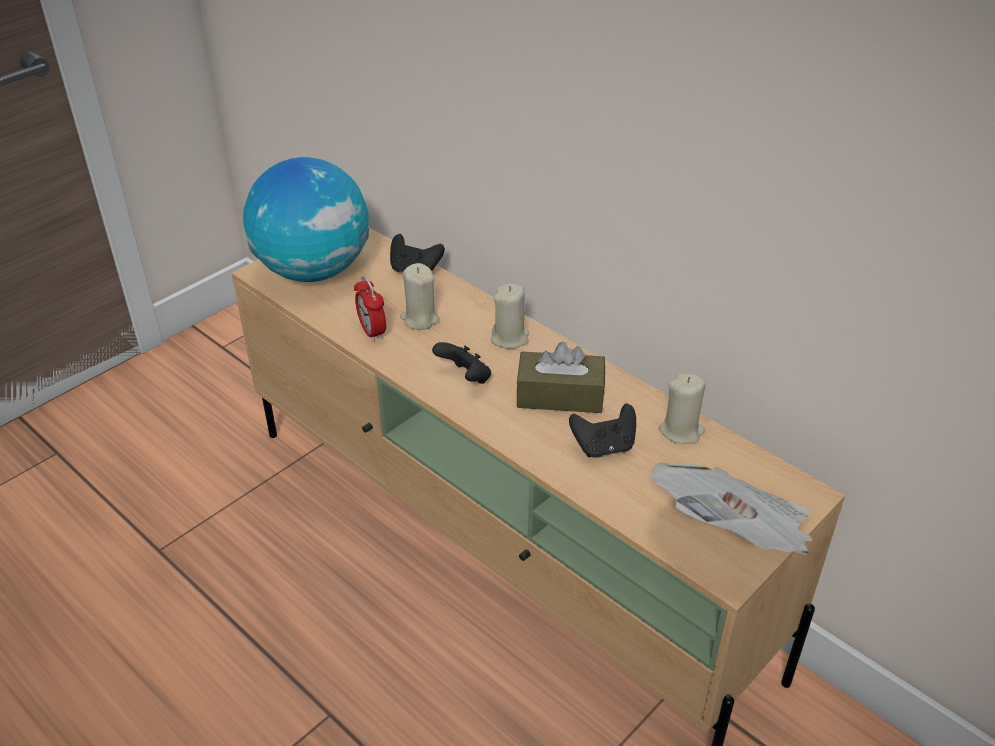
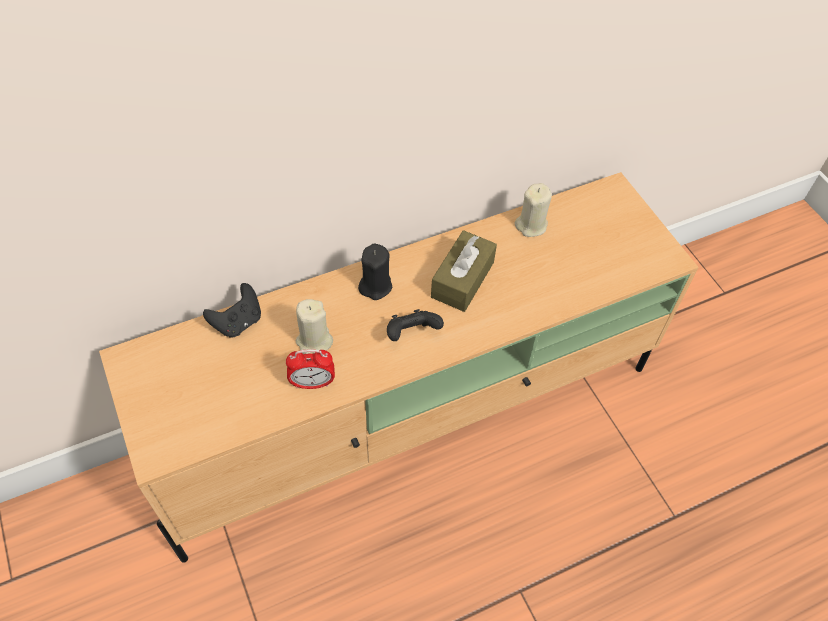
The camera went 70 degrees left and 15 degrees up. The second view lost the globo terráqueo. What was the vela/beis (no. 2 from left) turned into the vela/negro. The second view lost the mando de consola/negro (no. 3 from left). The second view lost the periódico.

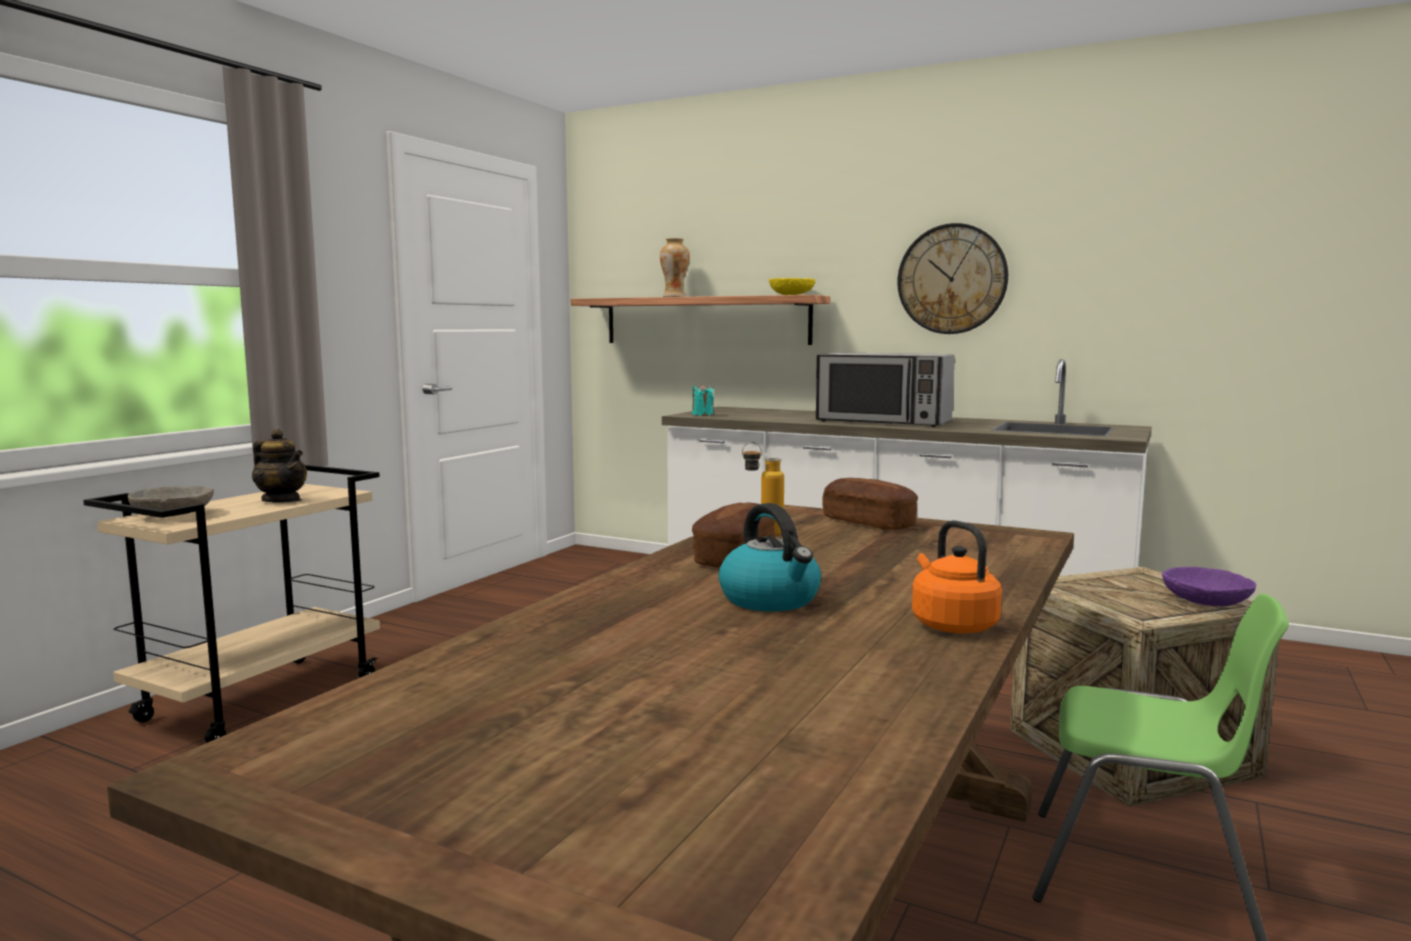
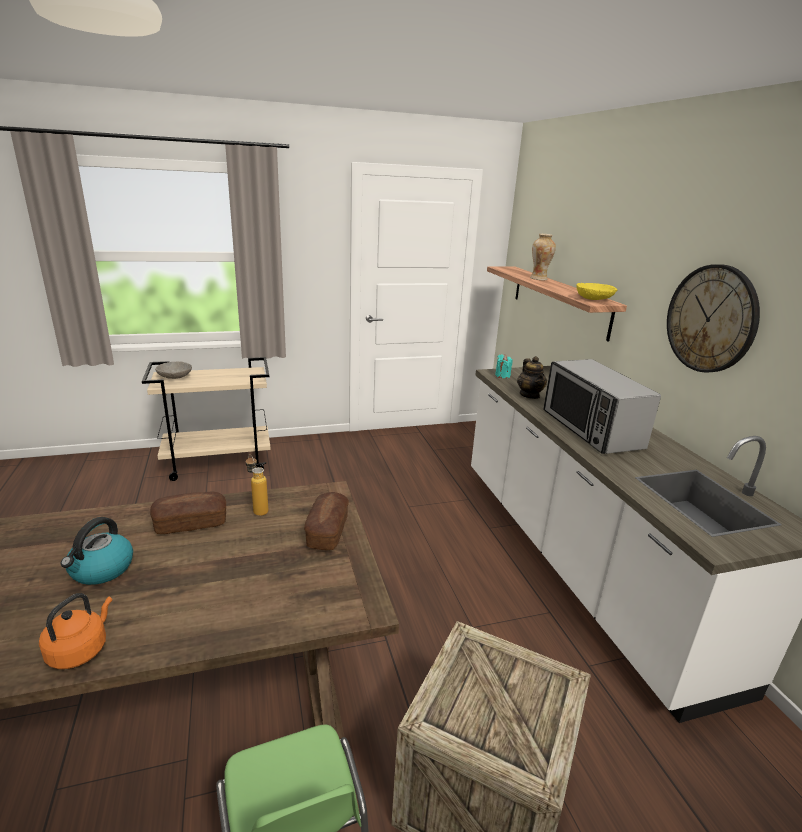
The camera went 45 degrees right and 15 degrees up. The tetera ended up elsewhere. The second view lost the cuenco/morado.

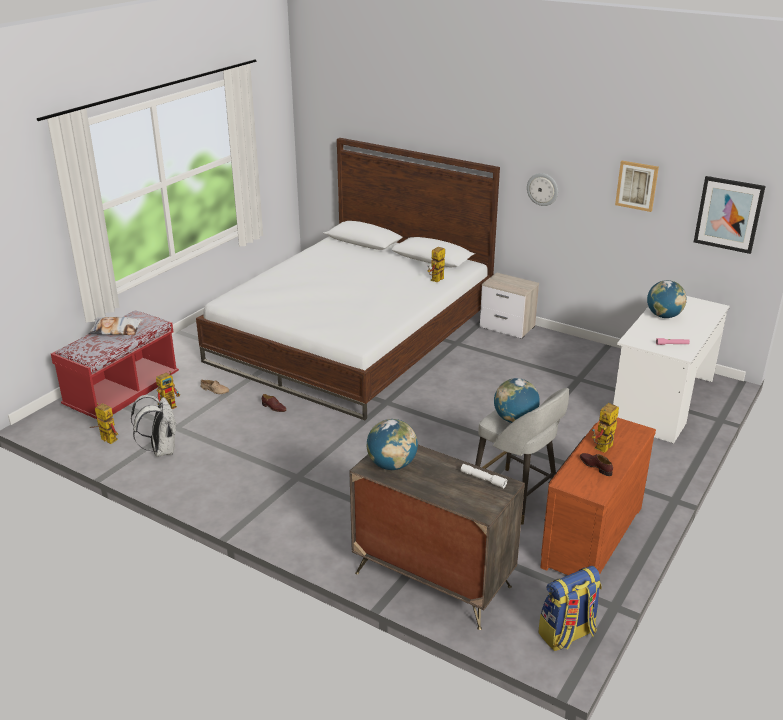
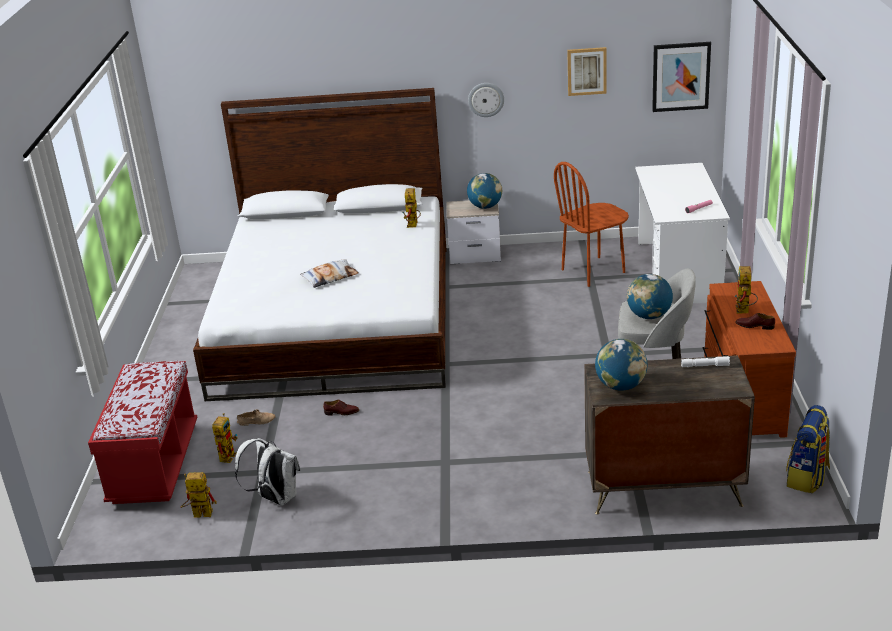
The camera went 30 degrees left and 0 degrees up. The cojín ended up elsewhere. The globo terráqueo (no. 3 from left in the first image) ended up elsewhere. The second view gained the silla/marrón.

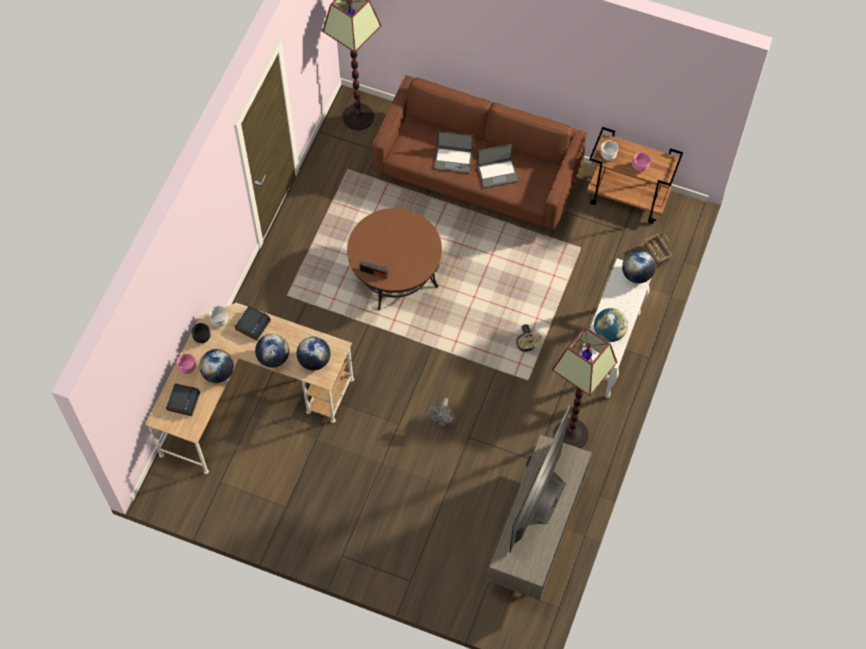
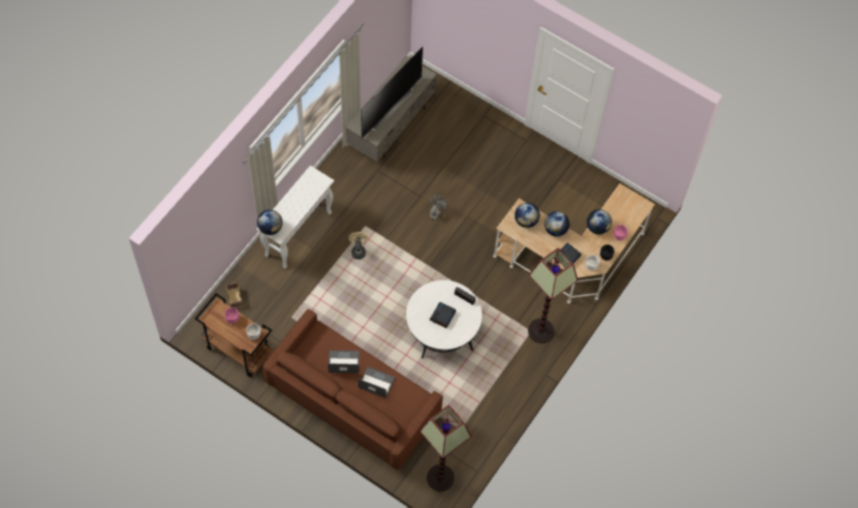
The camera went 170 degrees left and 0 degrees up. The despertador (no. 1 from left) ended up elsewhere. What was the mesa de centro/marrón turned into the mesa de centro/blanco. The lámpara de pie (no. 2 from left) ended up elsewhere. The second view lost the globo terráqueo (no. 4 from left).

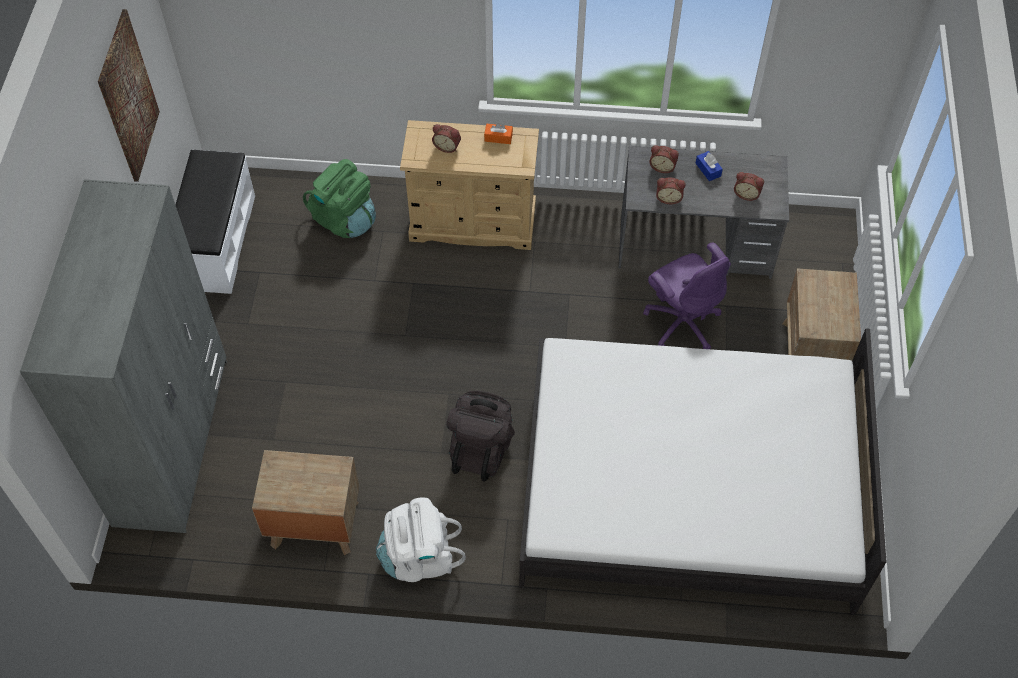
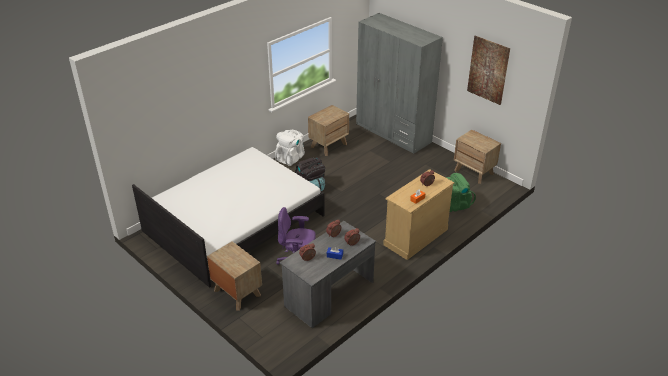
The camera went 130 degrees right and 20 degrees down. Where the banco/blanco stood, the mesita de noche/marrón (no. 3 from left) came to stand.

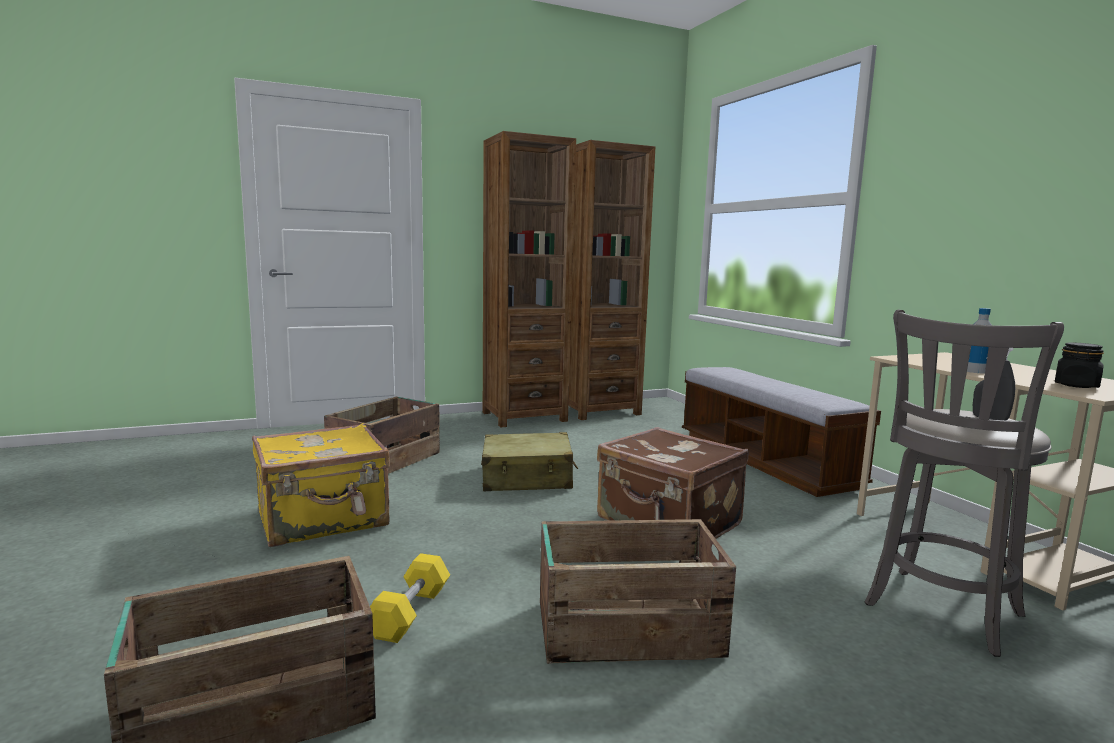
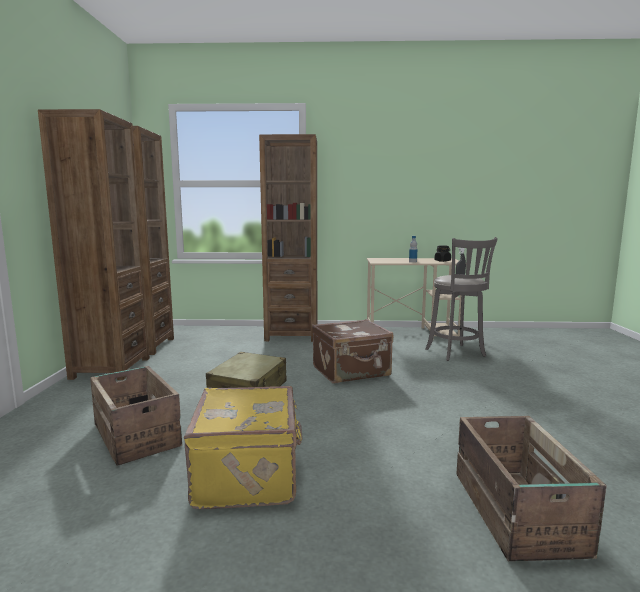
The camera went 65 degrees left and 0 degrees up. The second view lost the mancuerna/amarillo. The second view lost the caja de embalaje (no. 3 from left). Where the banco stood, the estantería/marrón (no. 3 from left) came to stand.

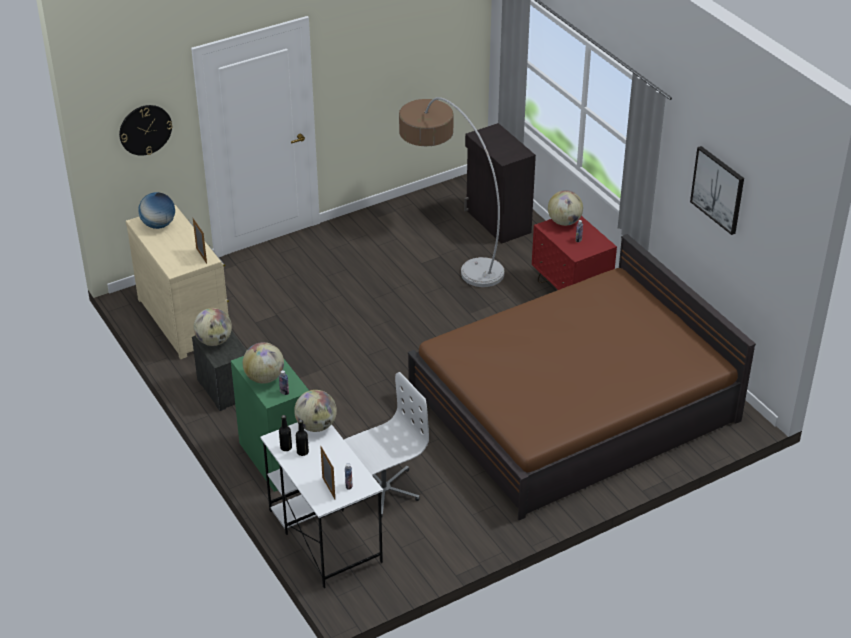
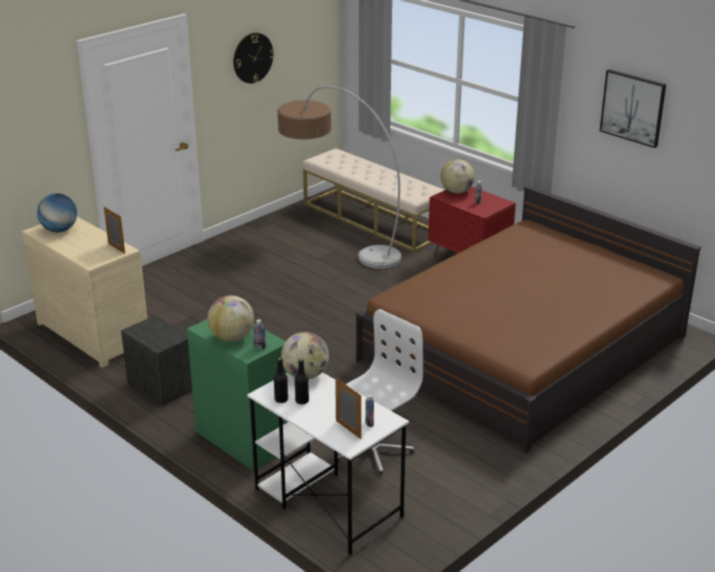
The camera went 15 degrees left and 10 degrees down. The reloj de pared ended up elsewhere. The second view lost the globo terráqueo (no. 2 from left). Where the armario/negro stood, the banco/beis came to stand.

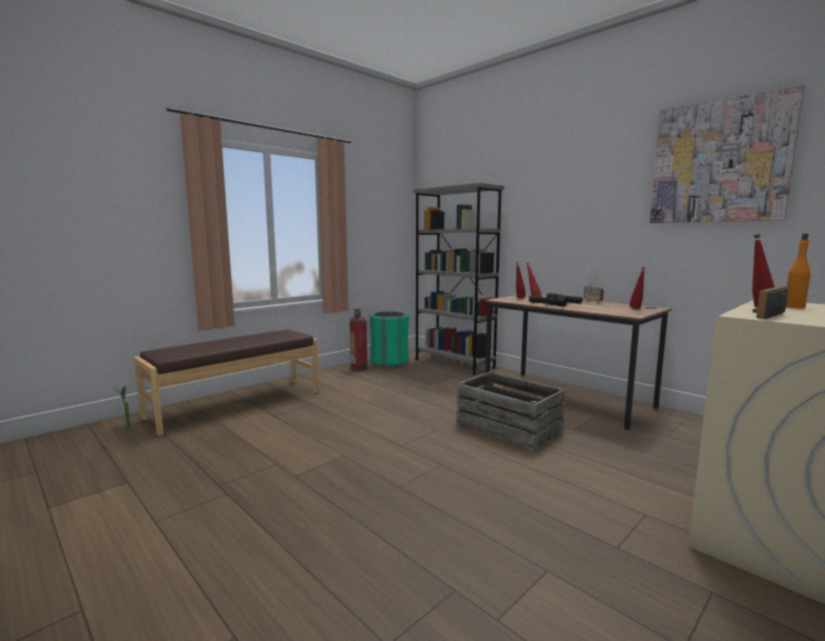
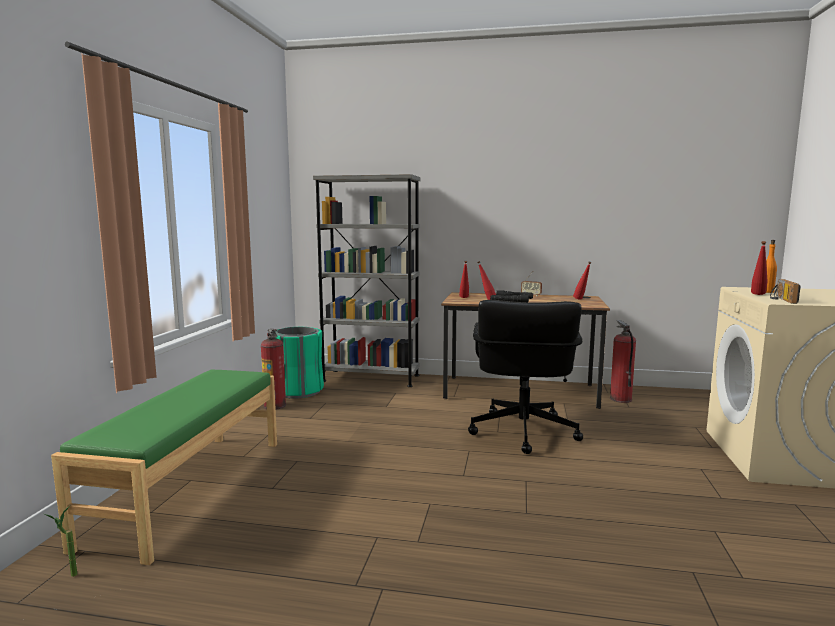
The camera went 35 degrees left and 0 degrees up. What was the banco/marrón turned into the banco/verde. Where the caja de embalaje stood, the silla de oficina/negro came to stand. The second view lost the cuadro. The second view gained the extintor (no. 2 from left).

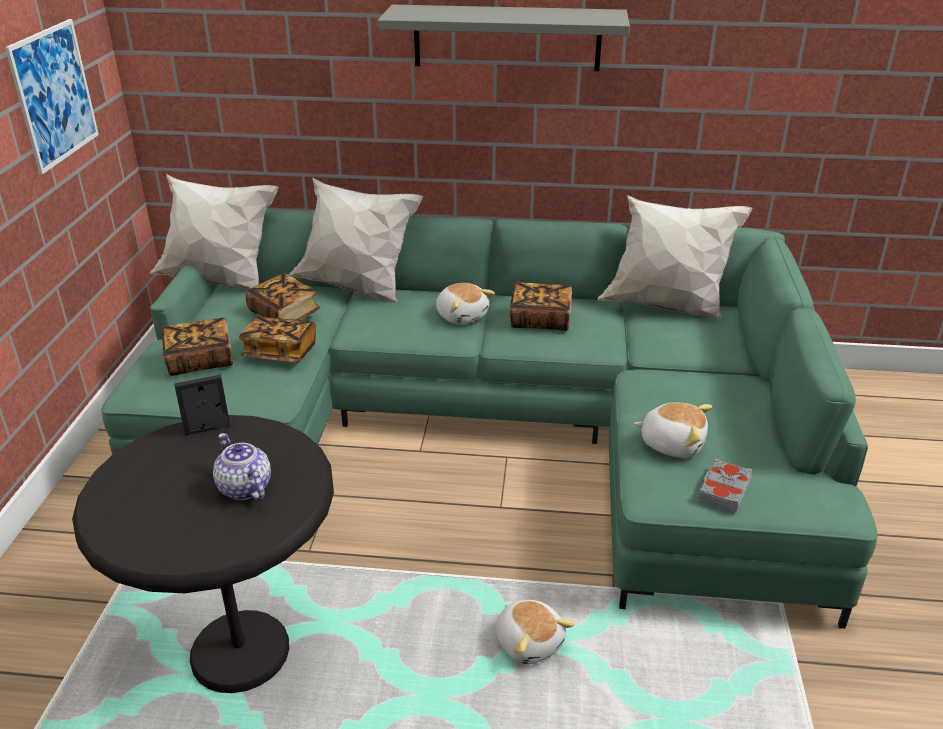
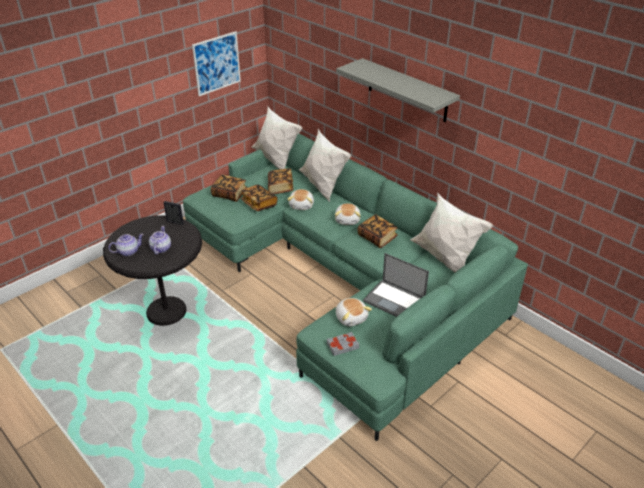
The camera went 40 degrees right and 5 degrees up. The peluche (no. 2 from left in the first image) ended up elsewhere. The second view gained the tetera (no. 1 from left). The second view gained the portátil.

